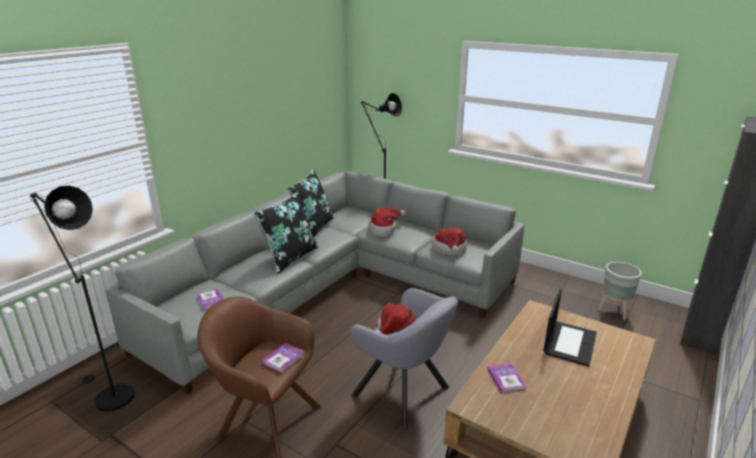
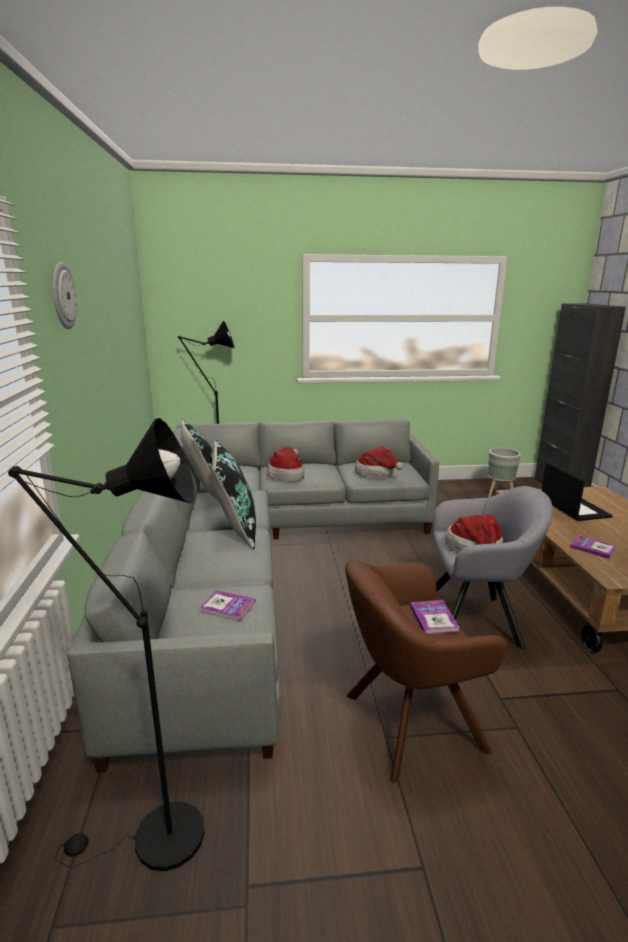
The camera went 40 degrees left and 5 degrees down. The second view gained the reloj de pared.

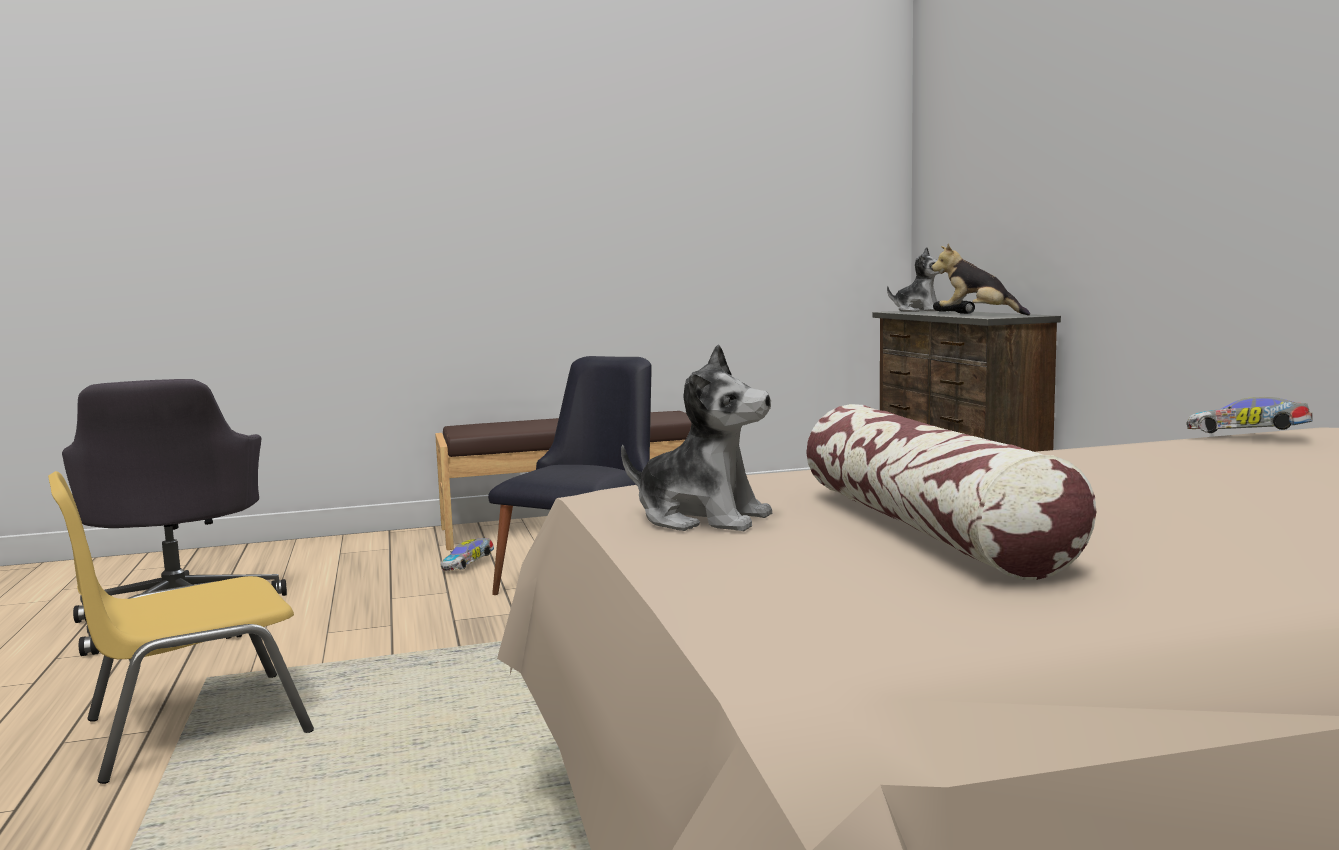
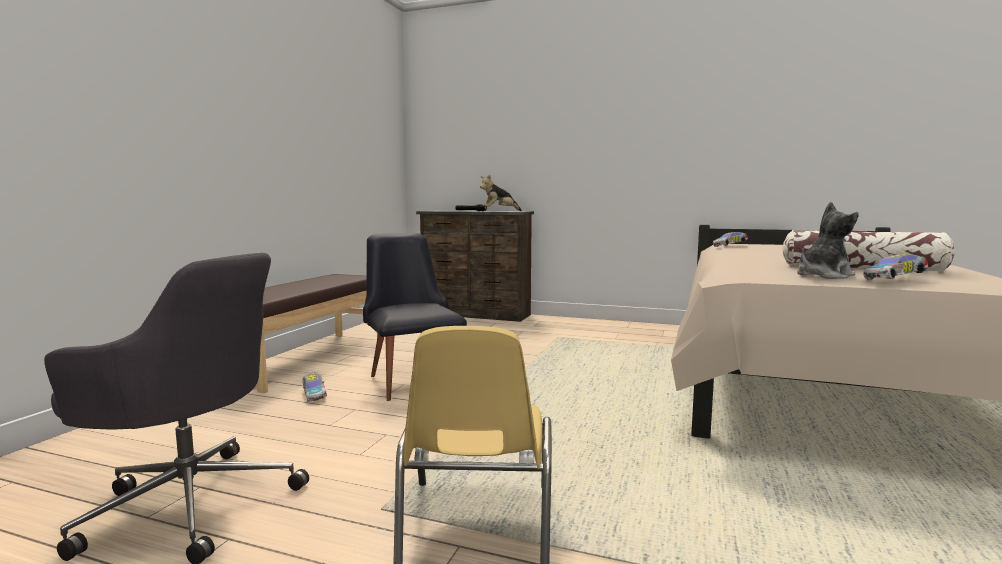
The camera went 55 degrees left and 0 degrees up. The second view lost the peluche (no. 2 from left). The second view gained the coche de juguete (no. 3 from left).

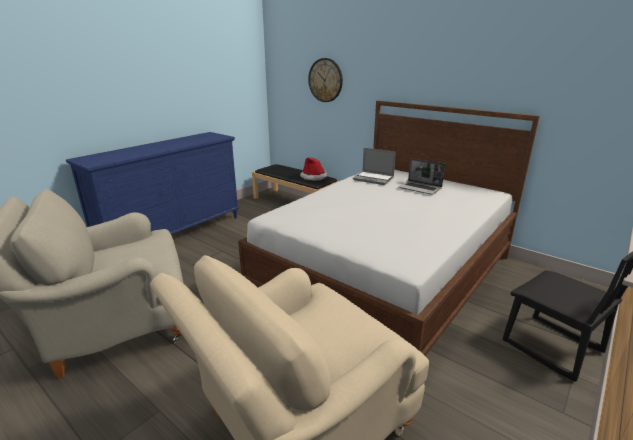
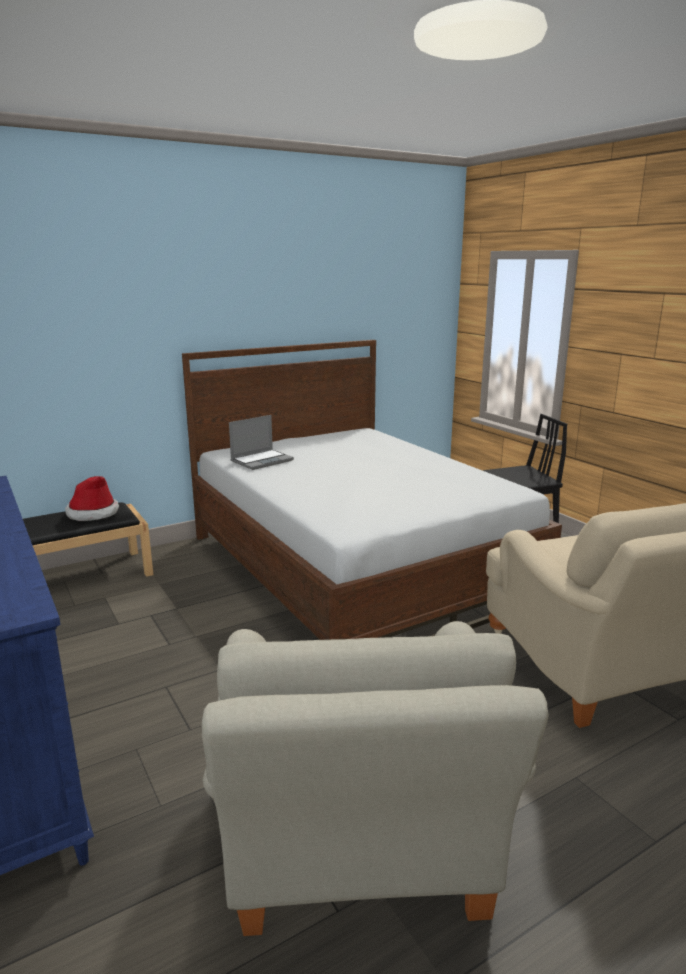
The camera went 70 degrees left and 5 degrees down. The second view lost the reloj de pared. The second view lost the portátil (no. 2 from left).

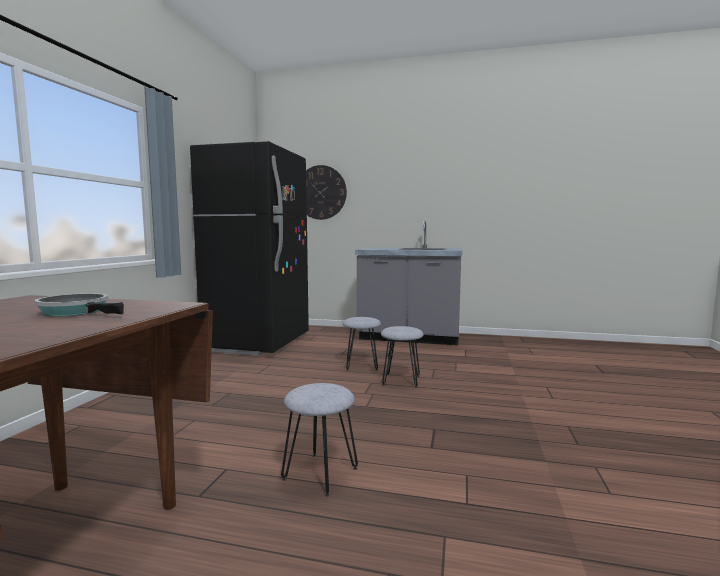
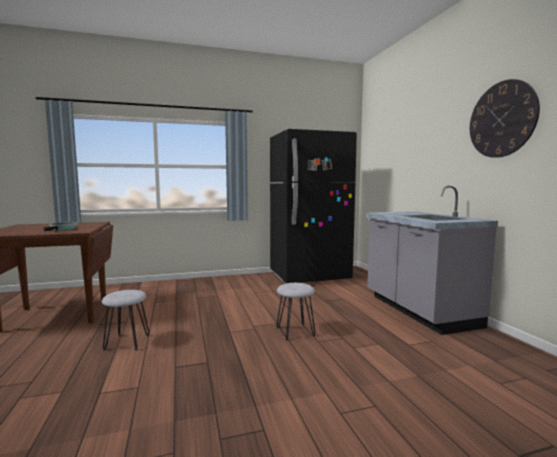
The camera went 60 degrees right and 0 degrees up. The reloj de pared ended up elsewhere. The second view lost the taburete/gris (no. 2 from left).

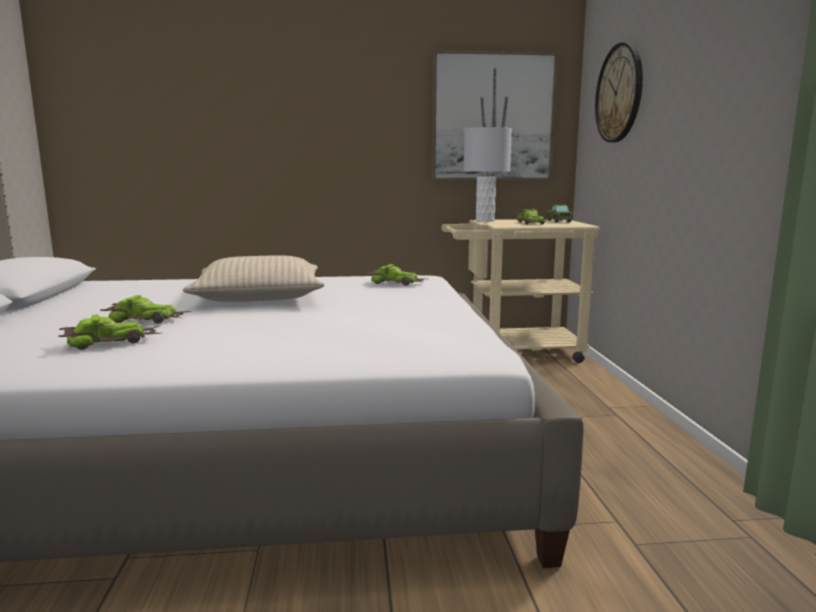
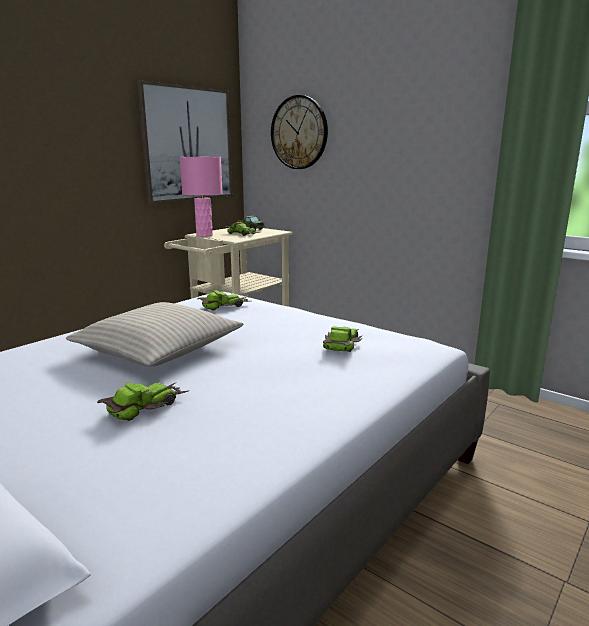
The camera went 45 degrees left and 5 degrees up. The coche de juguete (no. 1 from left in the first image) ended up elsewhere. What was the lámpara de mesa/gris turned into the lámpara de mesa/rosa.

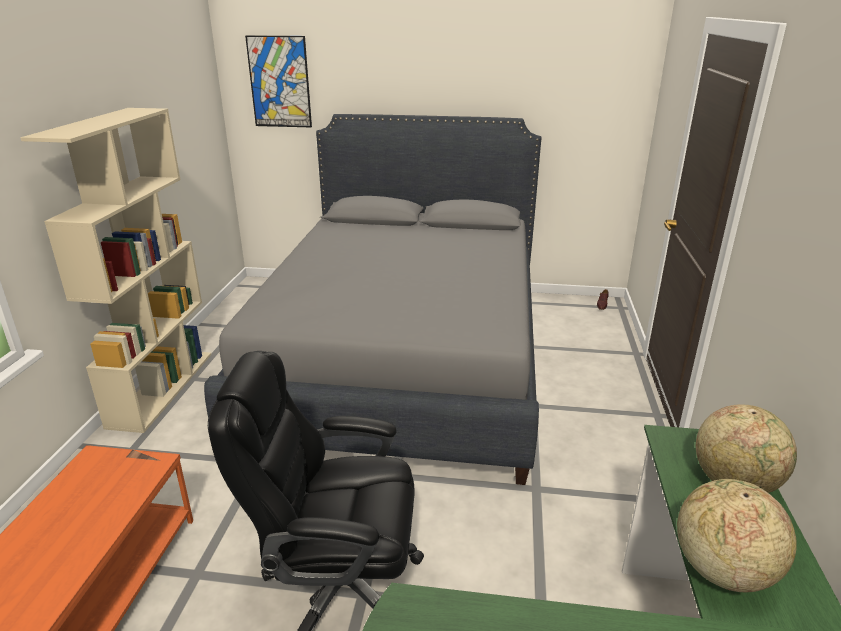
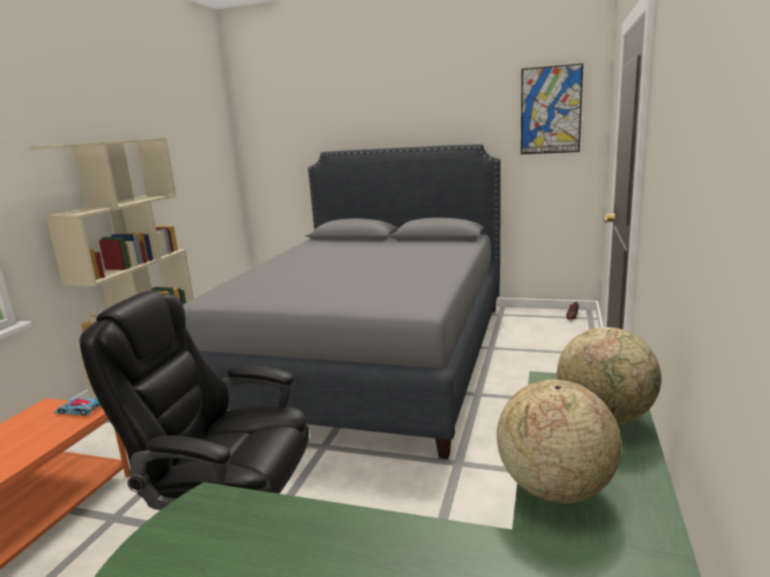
The camera went 10 degrees right and 10 degrees down. The cuadro ended up elsewhere. The second view gained the coche de juguete.

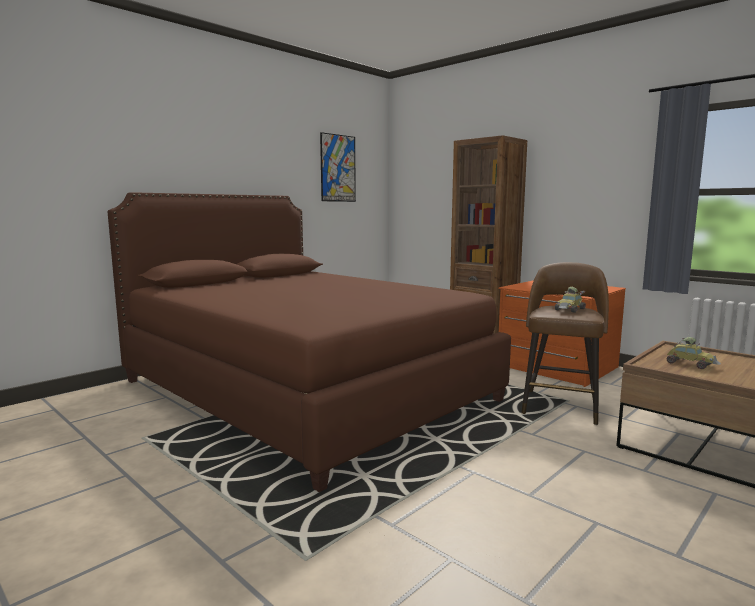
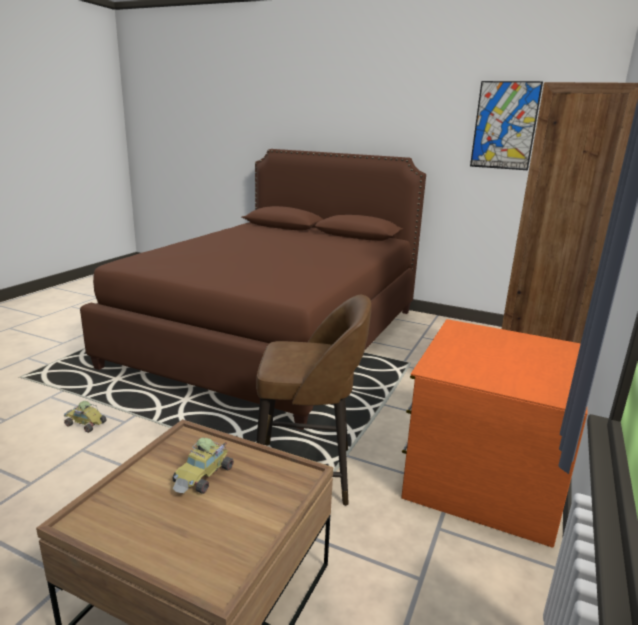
The camera went 70 degrees right and 10 degrees up. The coche de juguete (no. 1 from left) ended up elsewhere.

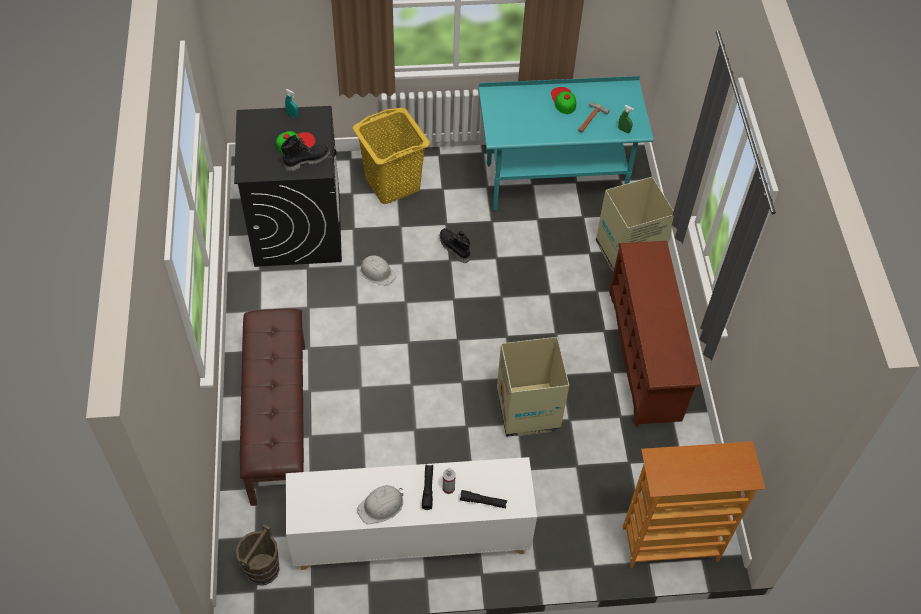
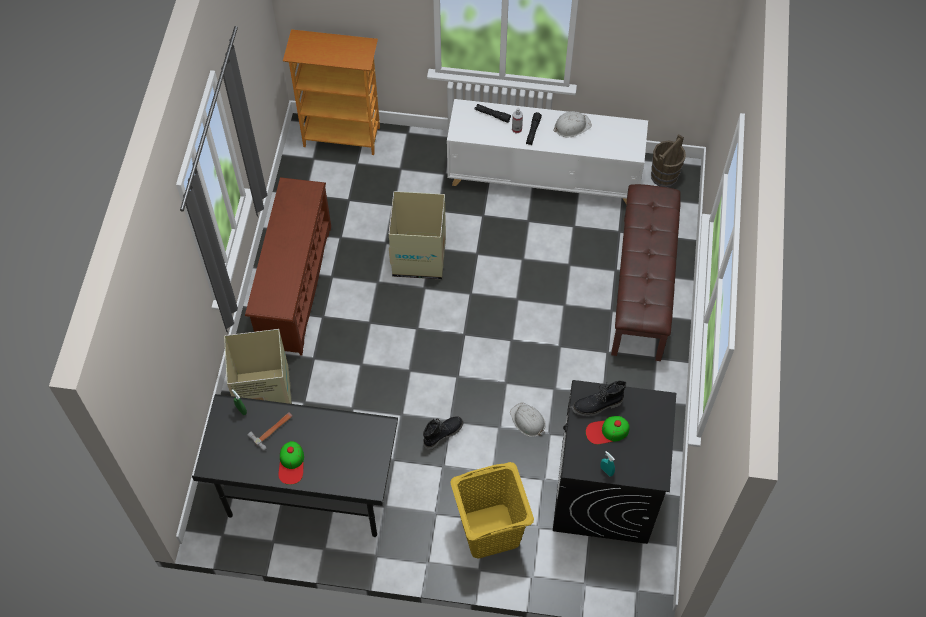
The camera went 165 degrees left and 5 degrees up. The bota/negro (no. 2 from left in the first image) ended up facing another way, 105 degrees counterclockwise from before. What was the escritorio/turquesa turned into the escritorio/negro.

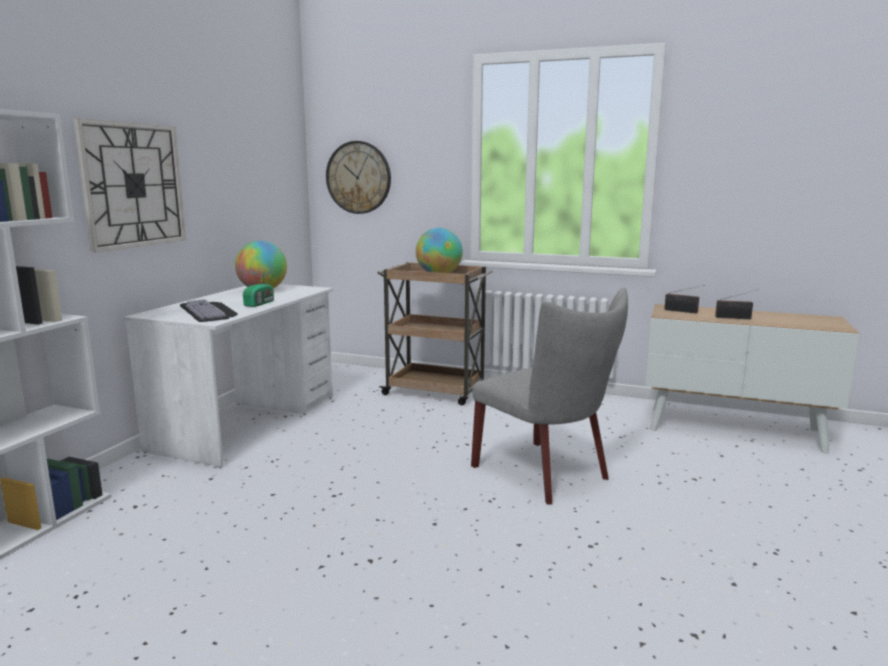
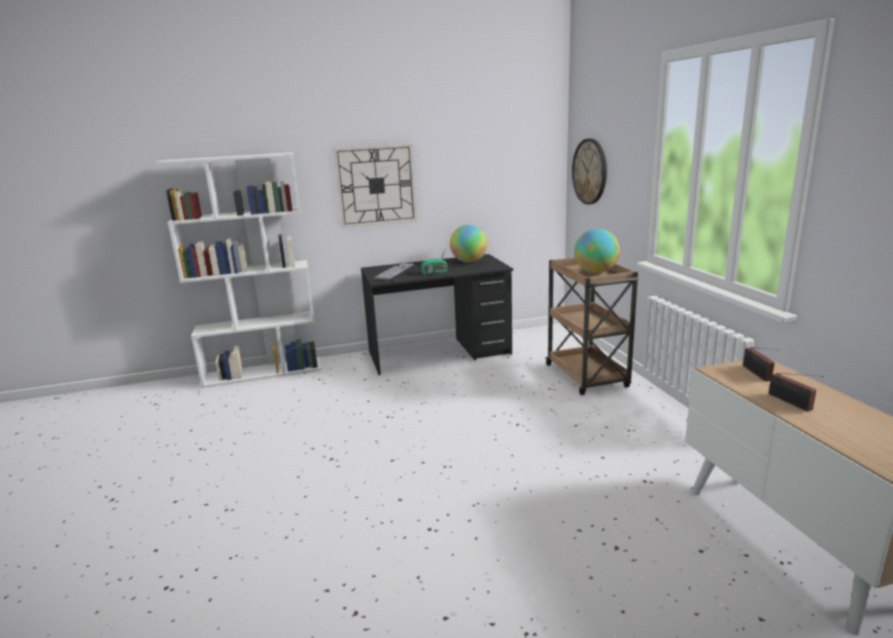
The camera went 55 degrees right and 5 degrees up. What was the escritorio/blanco turned into the escritorio/negro. The second view lost the silla/gris.

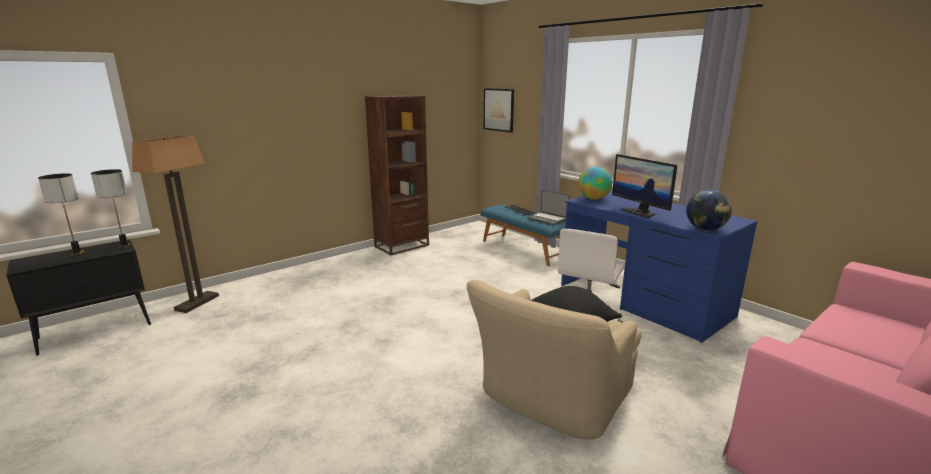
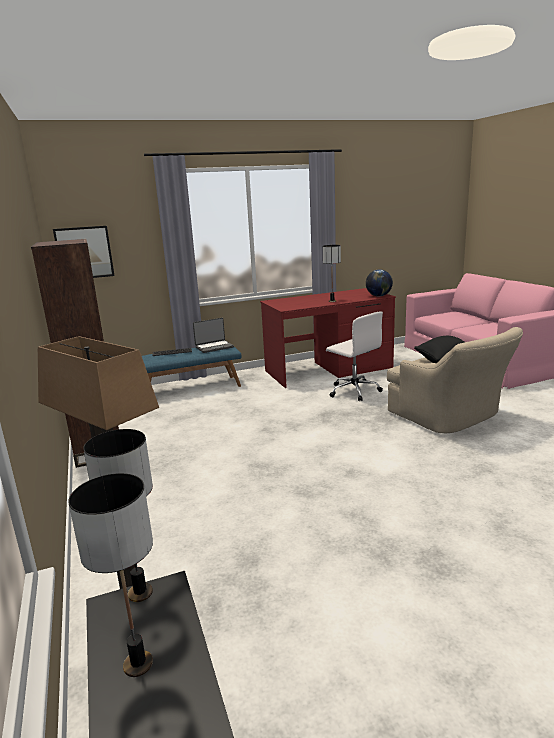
The camera went 70 degrees left and 0 degrees up. What was the escritorio/azul turned into the escritorio/rojo. The second view lost the globo terráqueo (no. 1 from left). Where the monitor stood, the lámpara de mesa (no. 3 from left) came to stand.

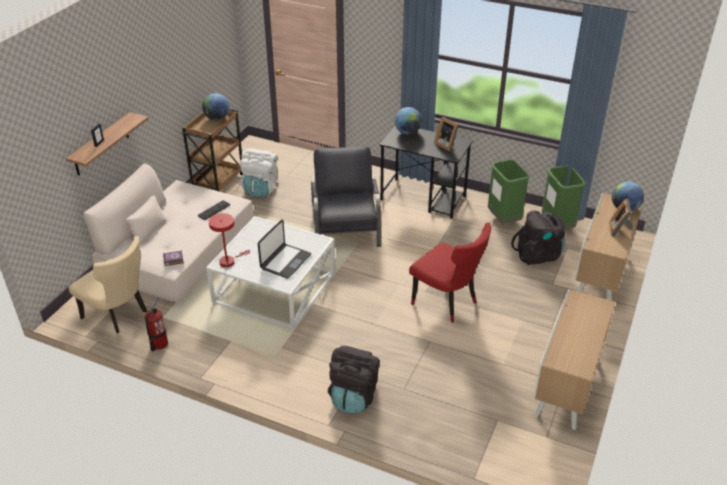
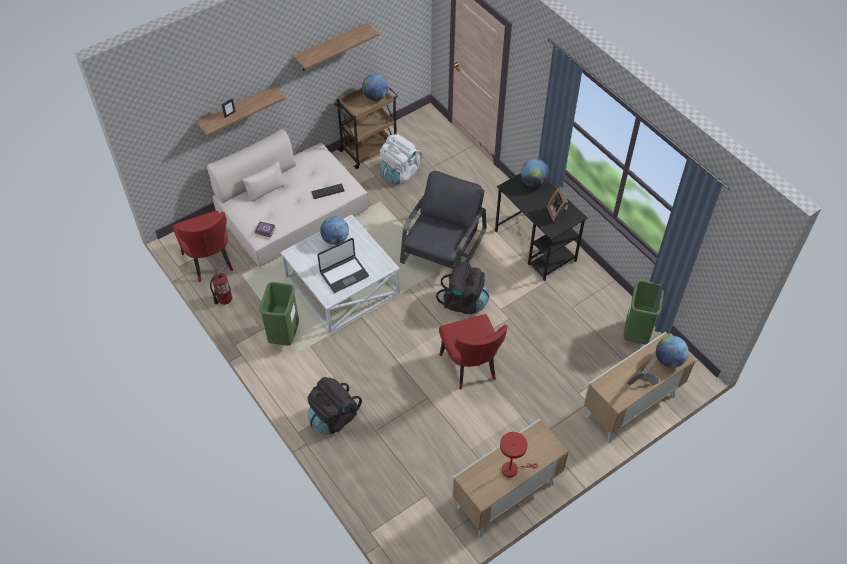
The camera went 30 degrees right and 15 degrees up. What was the silla/beis turned into the silla/rojo (no. 1 from left). The lámpara de mesa/rojo ended up elsewhere. The papelera/verde (no. 1 from left) ended up elsewhere. The mochila/negro (no. 2 from left) ended up elsewhere. The second view gained the estante (no. 2 from left). The second view gained the globo terráqueo (no. 1 from left).

